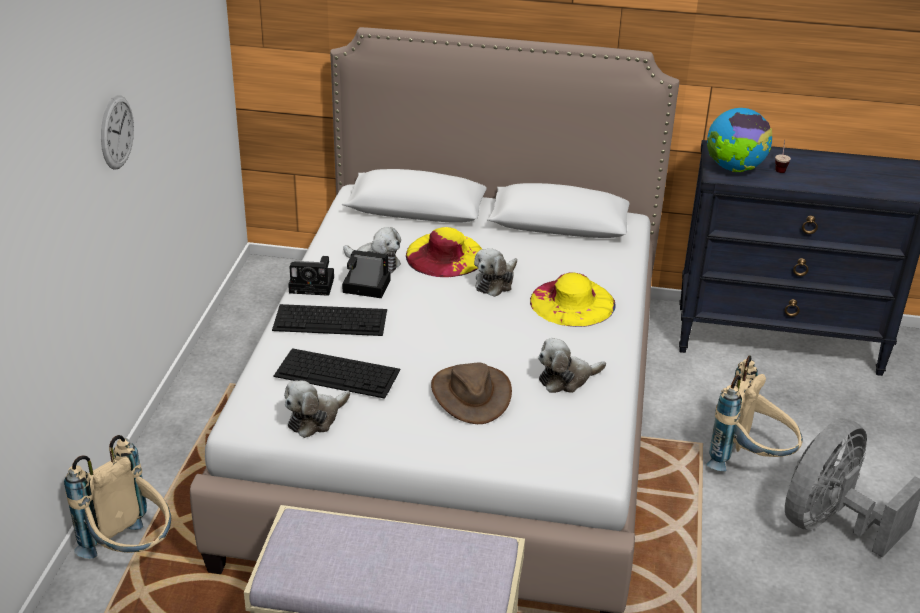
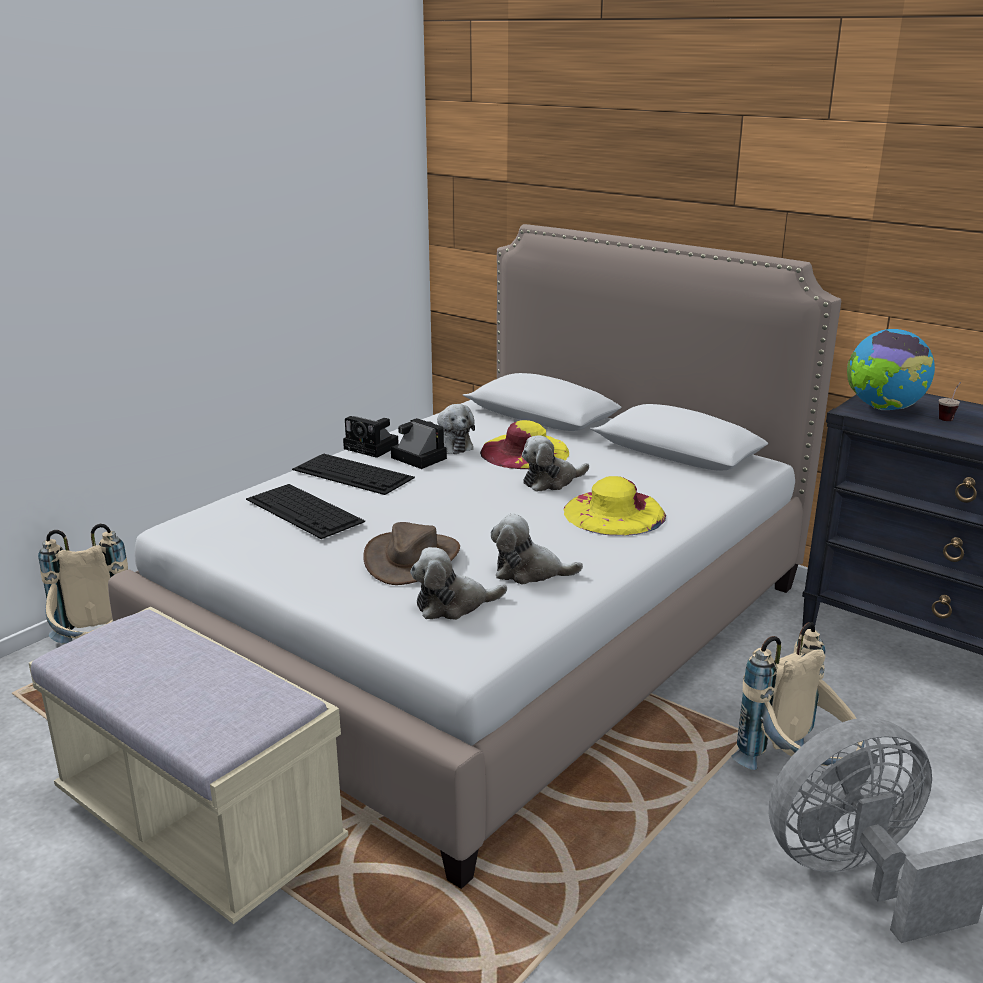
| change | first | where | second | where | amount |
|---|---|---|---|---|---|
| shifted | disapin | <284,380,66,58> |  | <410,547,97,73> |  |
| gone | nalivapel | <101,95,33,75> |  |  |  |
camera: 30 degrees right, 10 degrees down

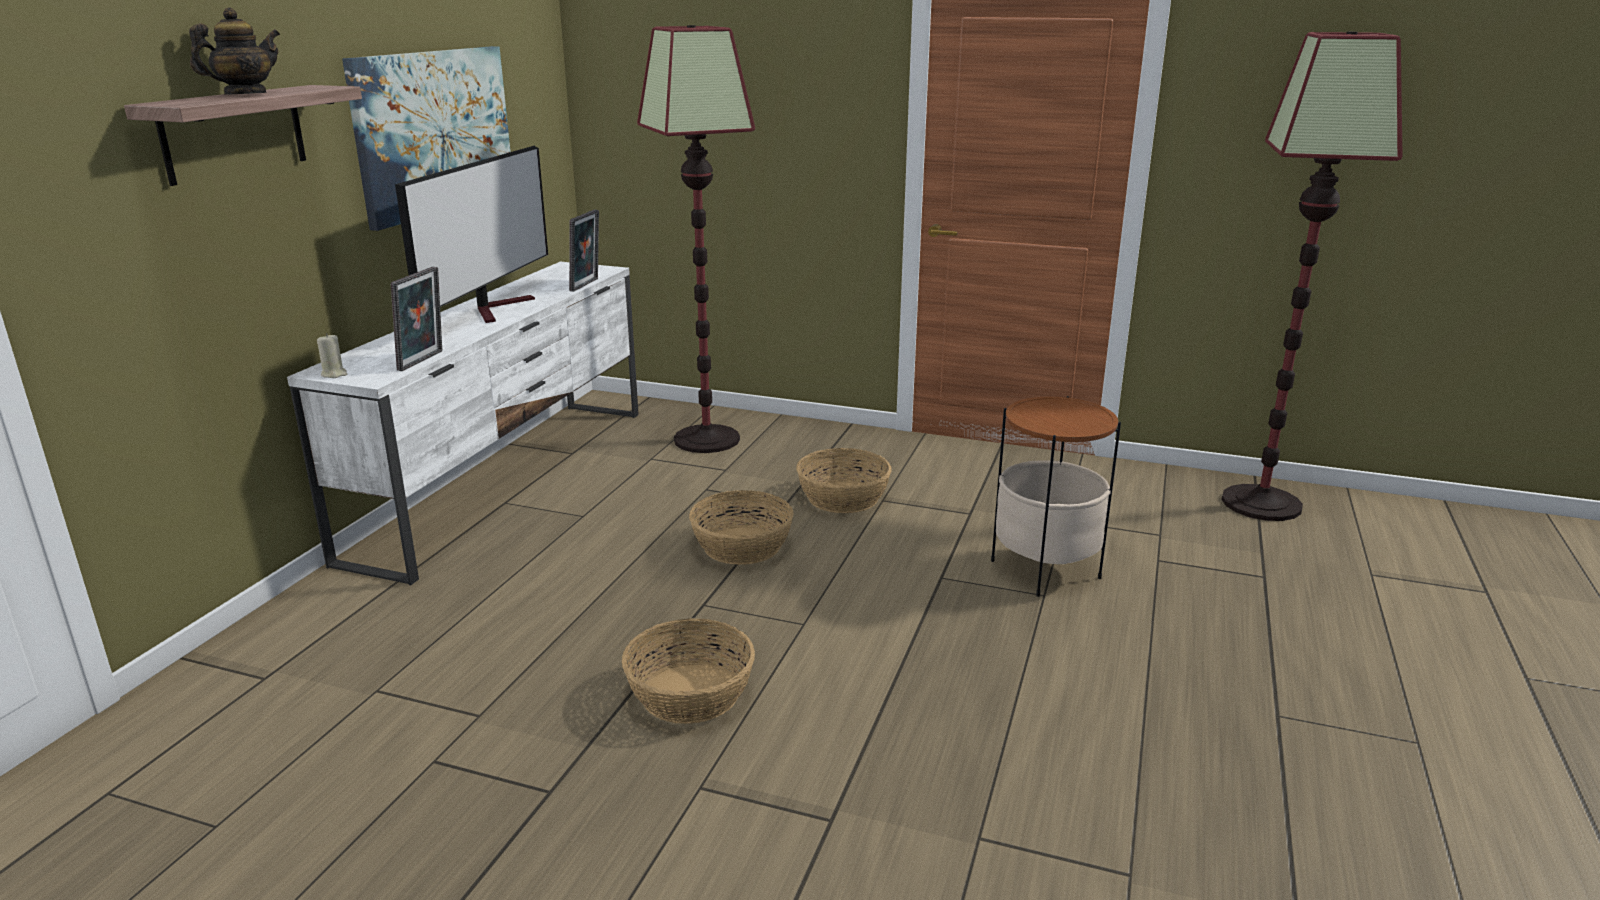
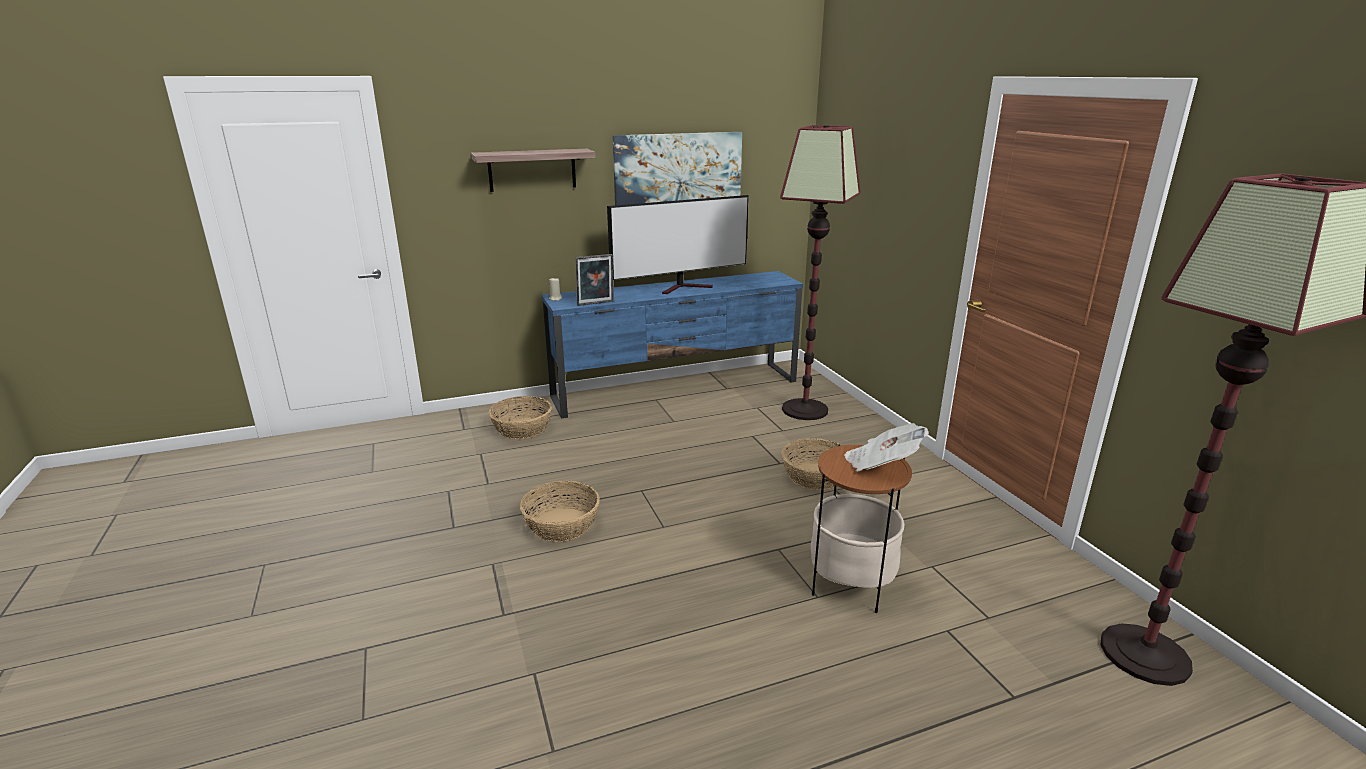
| change | first | where | second | where | amount |
|---|---|---|---|---|---|
| shifted | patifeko | <689,490,105,75> |  | <489,396,63,43> |  |
| repainted | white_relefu | <287,262,352,323> | blue_relefu | <542,271,261,148> |  |
| new |  |  | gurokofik | <844,423,85,49> |  |
| gone | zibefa | <189,7,91,88> |  |  |  |
| gone | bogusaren | <569,210,30,82> |  |  |  |
camera: 50 degrees right, 0 degrees up

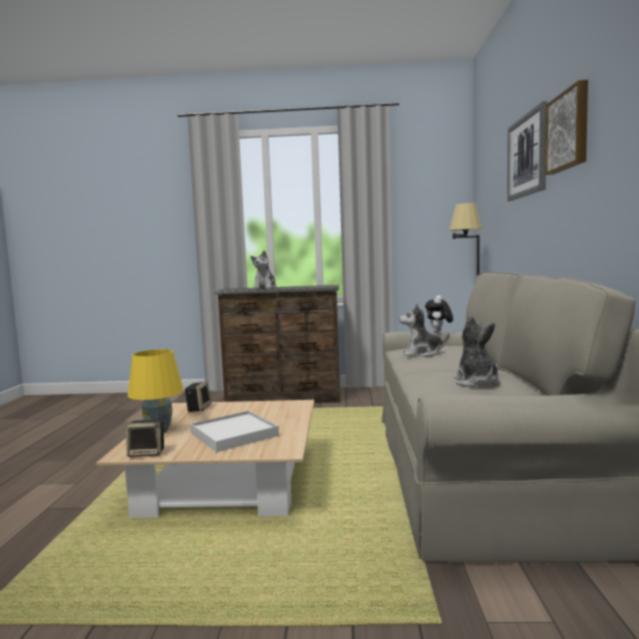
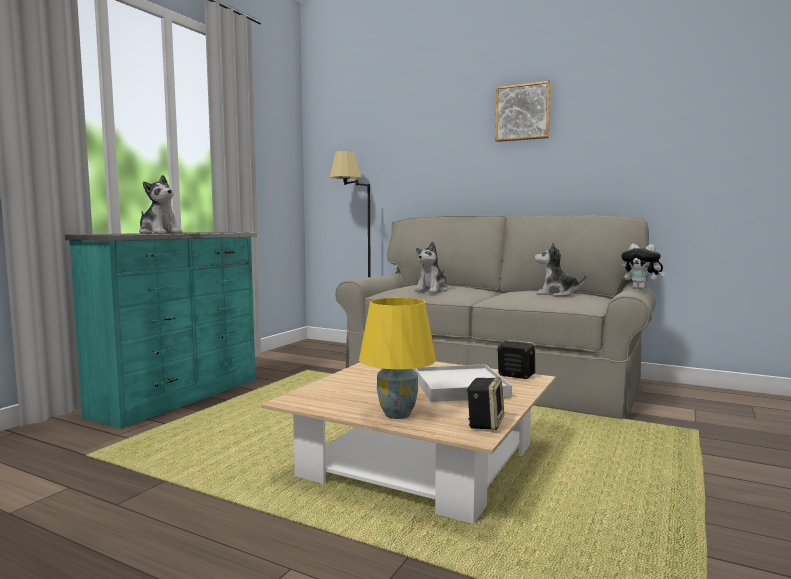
| change | first | where | second | where | amount |
|---|---|---|---|---|---|
| repainted | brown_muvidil | <214,285,126,118> | turquoise_muvidil | <65,232,192,197> |  |
| shifted | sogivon | <184,381,27,31> |  | <497,340,39,39> |  |
| shifted | disapin | <425,295,28,38> |  | <621,244,44,45> |  |
| gone | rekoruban | <507,101,40,100> |  |  |  |
camera: 65 degrees left, 0 degrees up

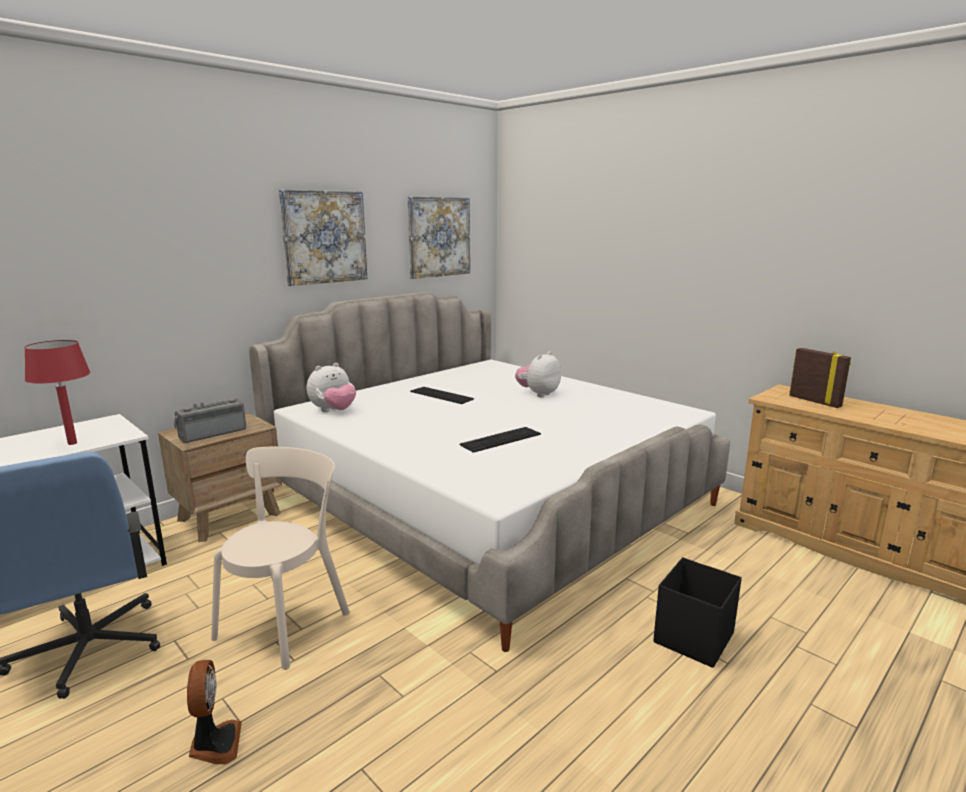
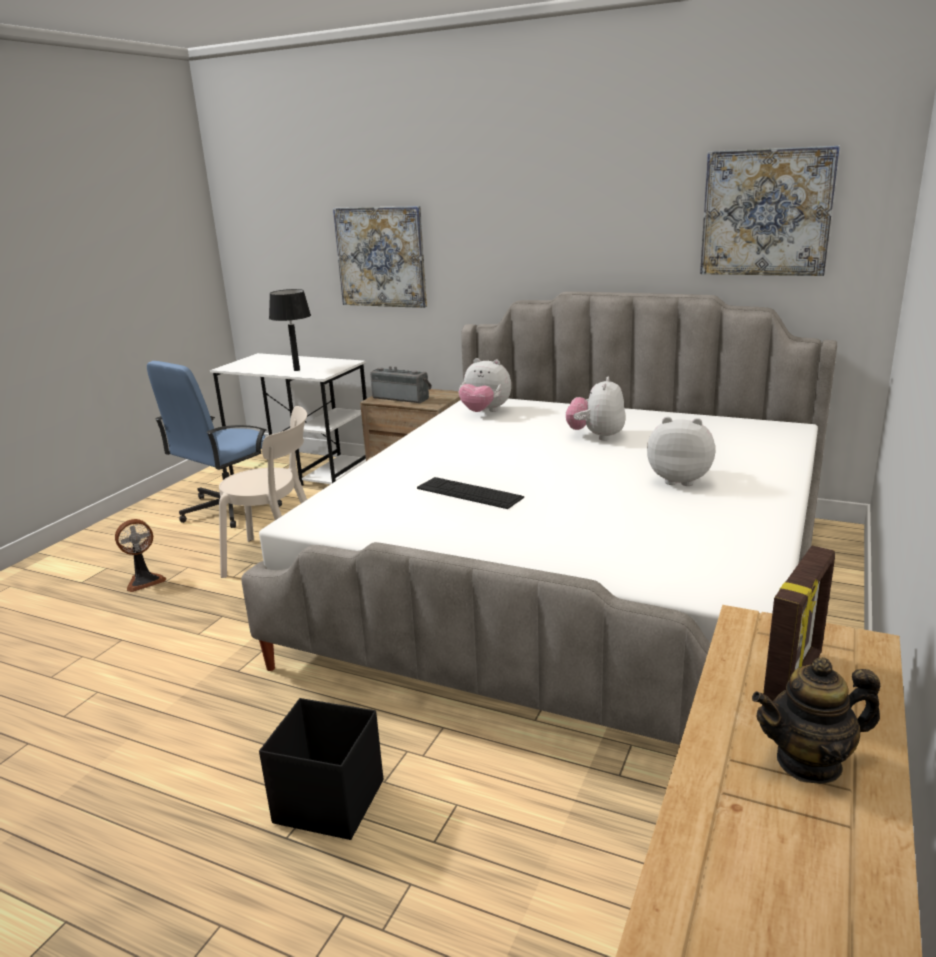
| change | first | where | second | where | amount |
|---|---|---|---|---|---|
| repainted | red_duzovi | <24,340,67,105> | black_duzovi | <269,289,42,82> |  |
| shifted | rekoruban | <279,190,88,96> |  | <333,206,94,102> |  |
| swapped | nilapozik | <410,387,64,17> | disapin | <566,377,60,64> |  |
| new |  |  | zibefa | <752,657,128,127> |  |
camera: 70 degrees right, 5 degrees up

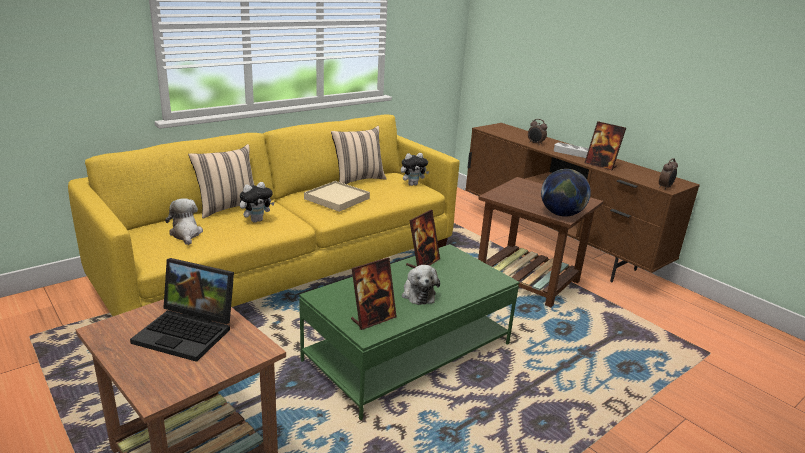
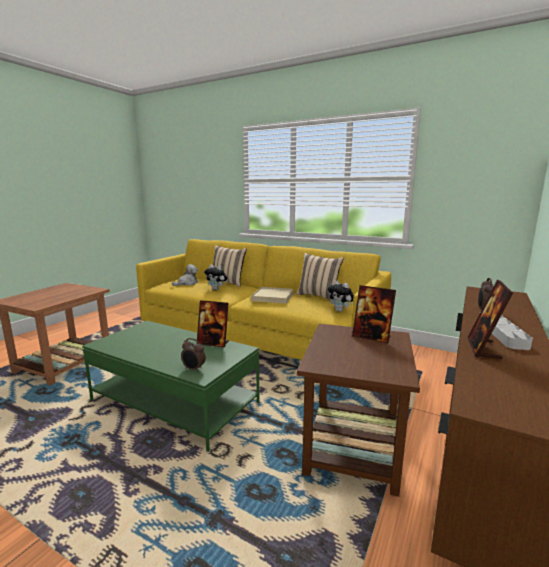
| change | first | where | second | where | amount |
|---|---|---|---|---|---|
| shifted | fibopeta | <659,158,19,32> |  | <181,338,25,34> |  |
| shifted | bogusaren | <351,257,46,73> |  | <352,285,44,59> |  |
| gone | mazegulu | <130,258,104,104> |  |  |  |
| gone | disapin | <402,265,38,40> |  |  |  |
| gone | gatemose | <541,169,50,48> |  |  |  |
camera: 70 degrees right, 10 degrees down

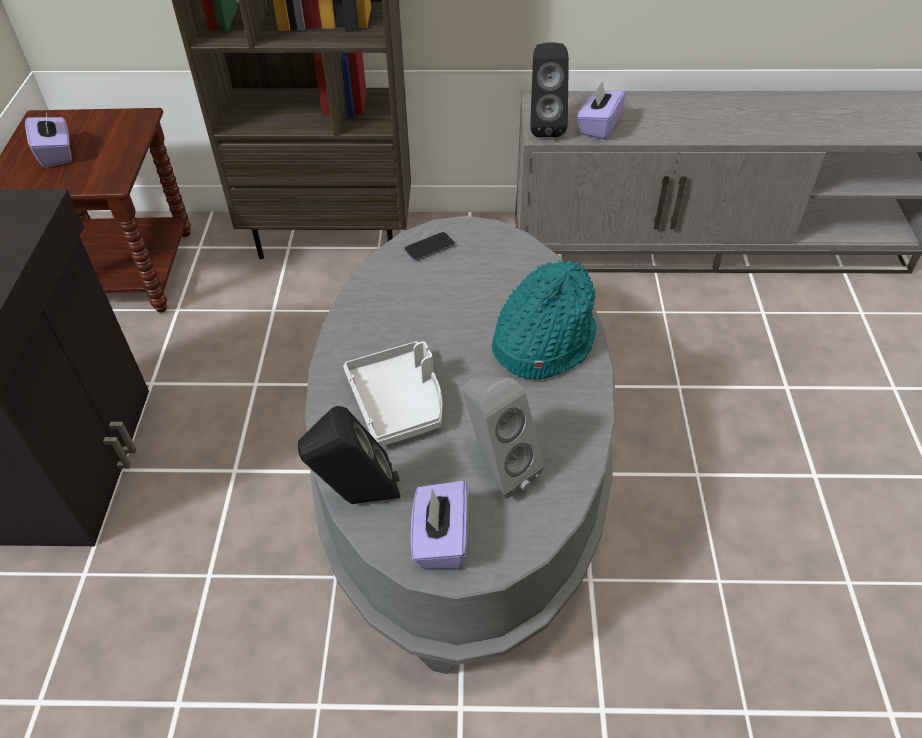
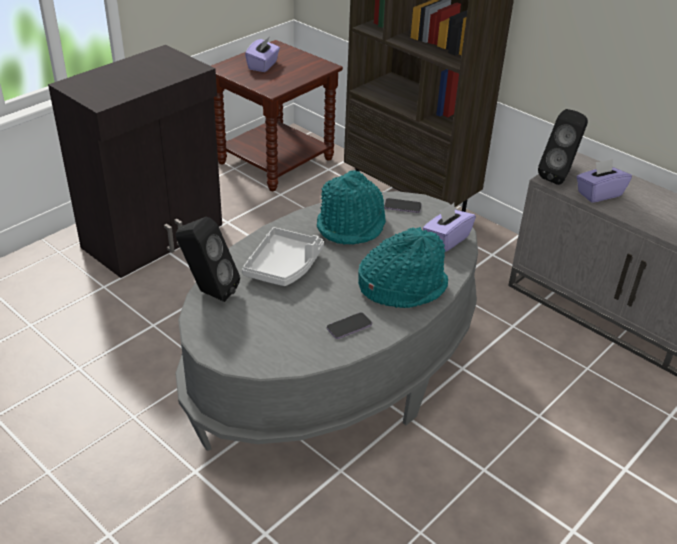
| change | first | where | second | where | amount |
|---|---|---|---|---|---|
| new |  |  | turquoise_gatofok | <317,170,69,74> |  |
| new |  |  | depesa | <327,312,45,27> |  |
| shifted | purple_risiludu | <411,481,57,88> |  | <423,203,53,49> |  |
| gone | grey_sogivon | <463,376,81,122> |  |  |  |
camera: 40 degrees right, 10 degrees down

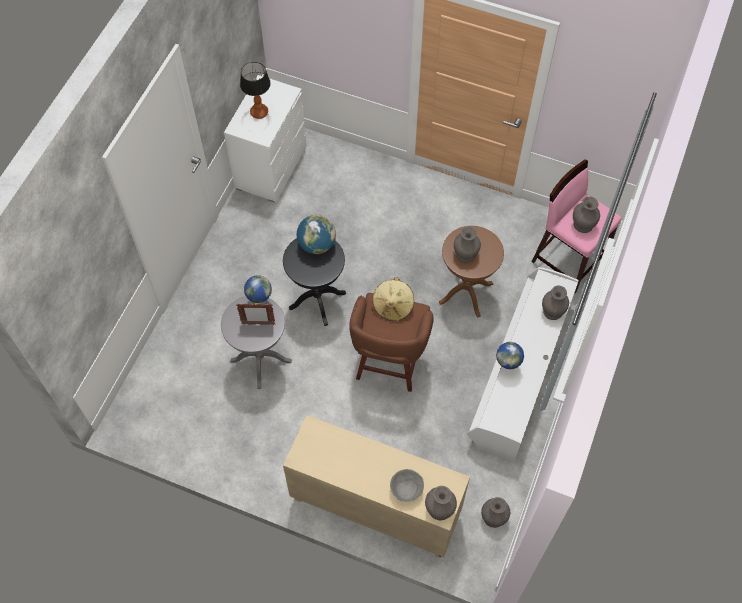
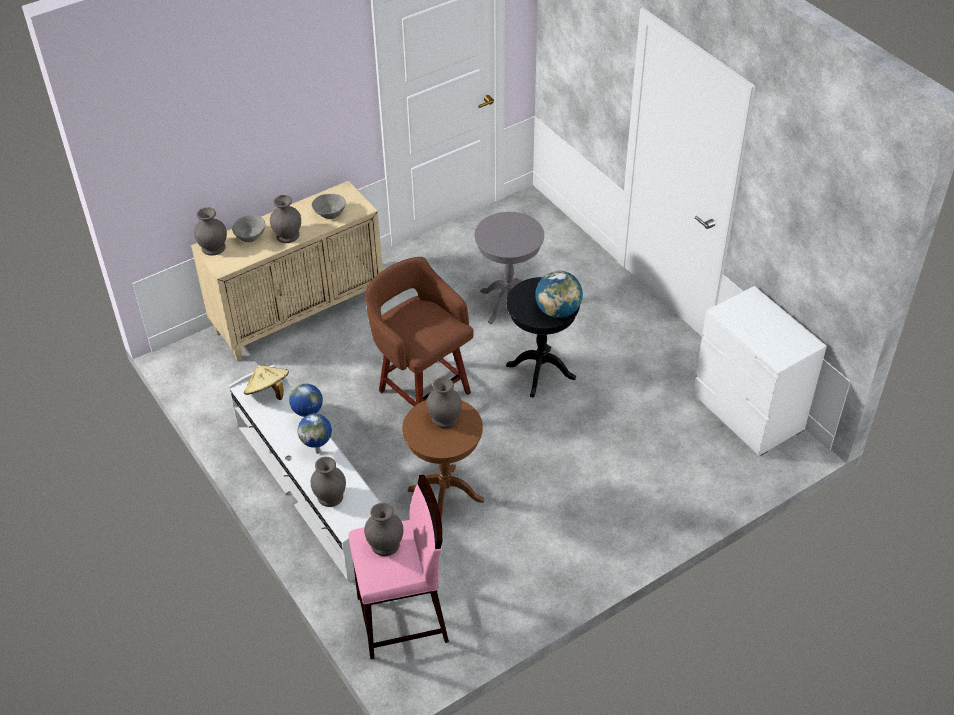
| change | first | where | second | where | amount |
|---|---|---|---|---|---|
| shifted | beige_gatofok | <372,277,42,44> |  | <244,365,45,35> |  |
| shifted | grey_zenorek | <481,497,29,31> |  | <270,195,31,48> |  |
| shifted | gatemose | <244,275,28,29> |  | <297,414,35,40> |  |
| new |  |  | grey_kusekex | <312,194,34,25> |  |
| gone | bogusaren | <236,303,40,22> |  |  |  |
| gone | duzovi | <240,62,31,57> |  |  |  |
camera: 125 degrees right, 15 degrees down

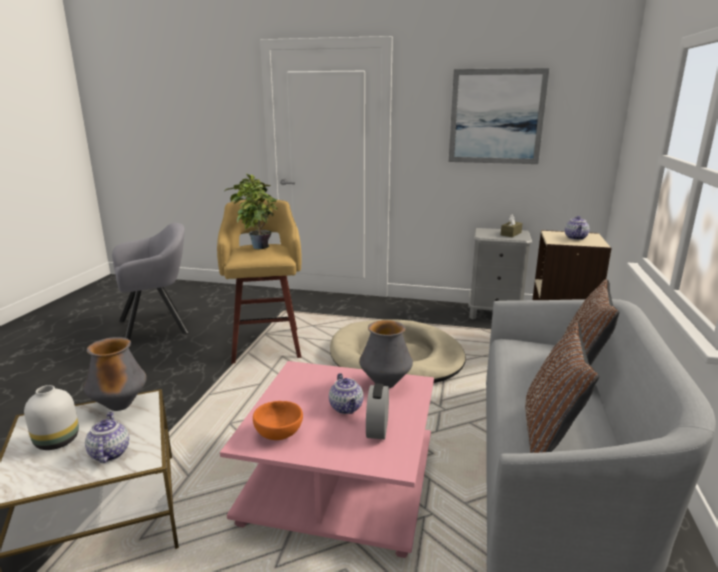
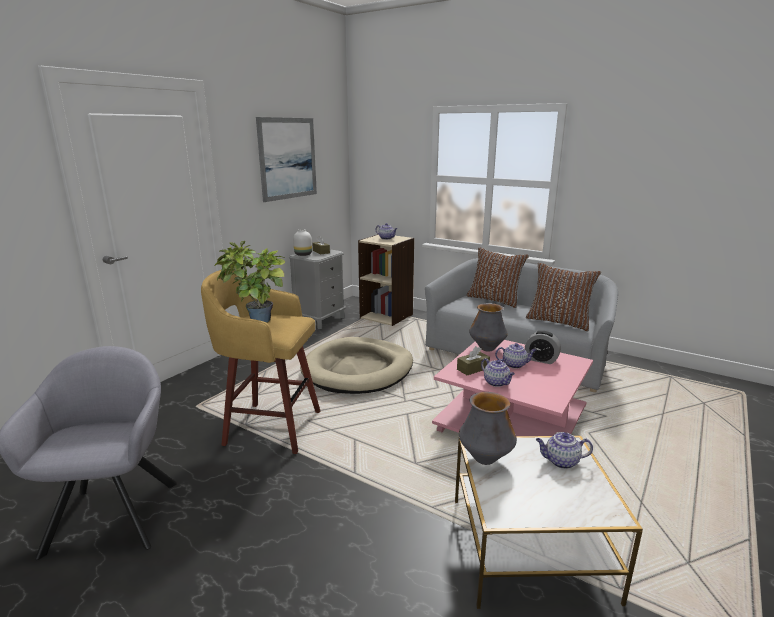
| change | first | where | second | where | amount |
|---|---|---|---|---|---|
| shifted | white_zenorek | <24,385,55,65> |  | <293,229,19,27> |  |
| new |  |  | brown_risiludu | <457,346,33,29> |  |
| new |  |  | zibefa | <481,358,34,29> |  |
| gone | orange_kusekex | <253,401,50,39> |  |  |  |
camera: 70 degrees left, 0 degrees up

